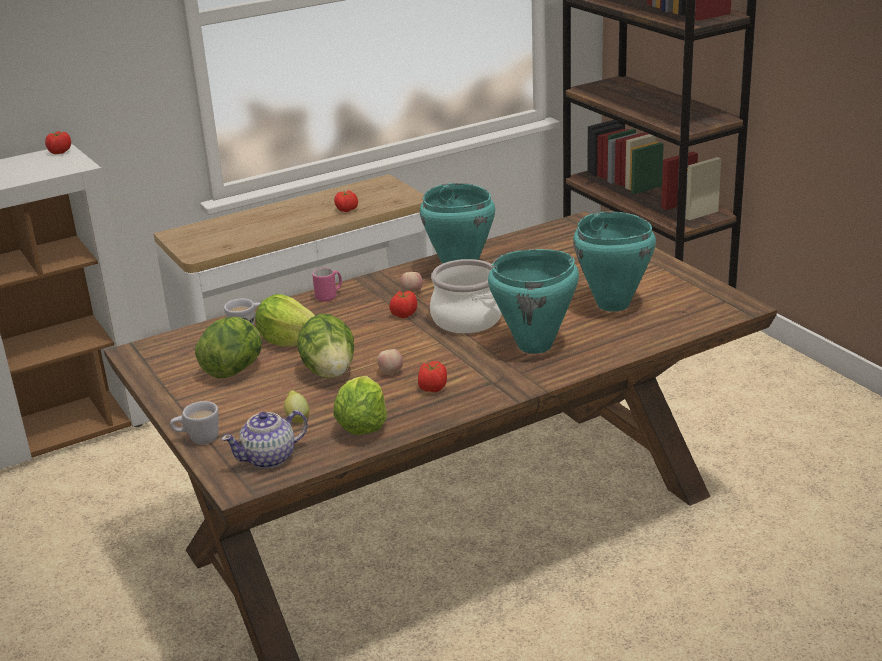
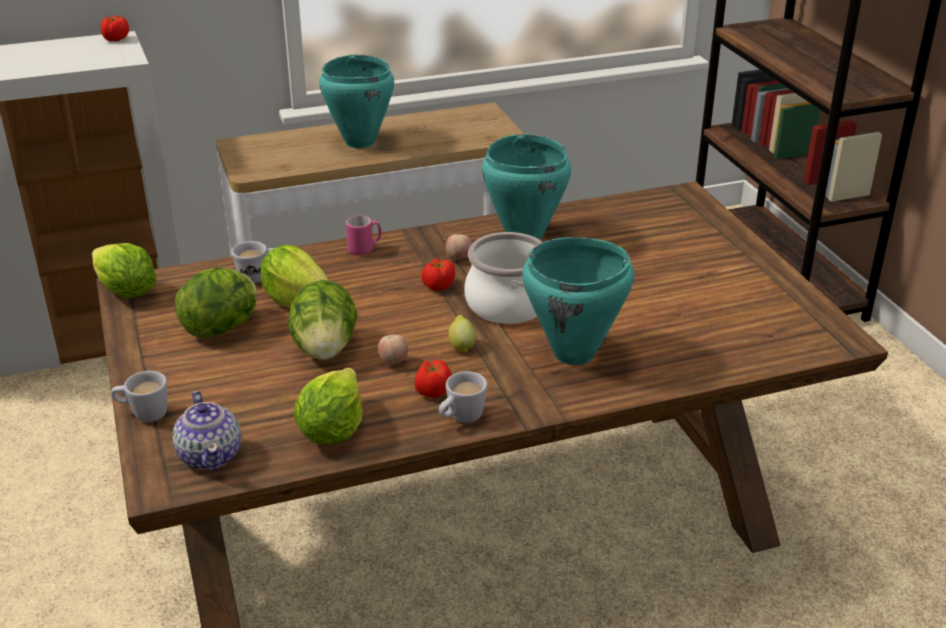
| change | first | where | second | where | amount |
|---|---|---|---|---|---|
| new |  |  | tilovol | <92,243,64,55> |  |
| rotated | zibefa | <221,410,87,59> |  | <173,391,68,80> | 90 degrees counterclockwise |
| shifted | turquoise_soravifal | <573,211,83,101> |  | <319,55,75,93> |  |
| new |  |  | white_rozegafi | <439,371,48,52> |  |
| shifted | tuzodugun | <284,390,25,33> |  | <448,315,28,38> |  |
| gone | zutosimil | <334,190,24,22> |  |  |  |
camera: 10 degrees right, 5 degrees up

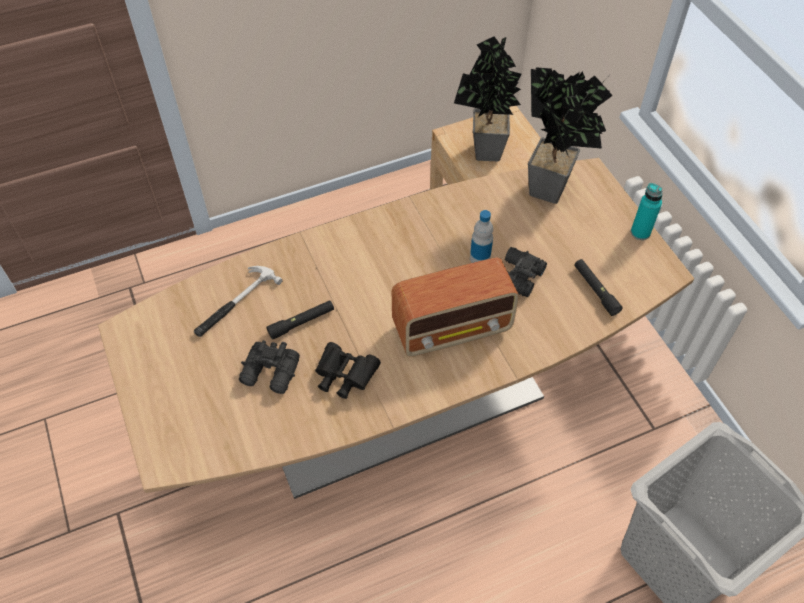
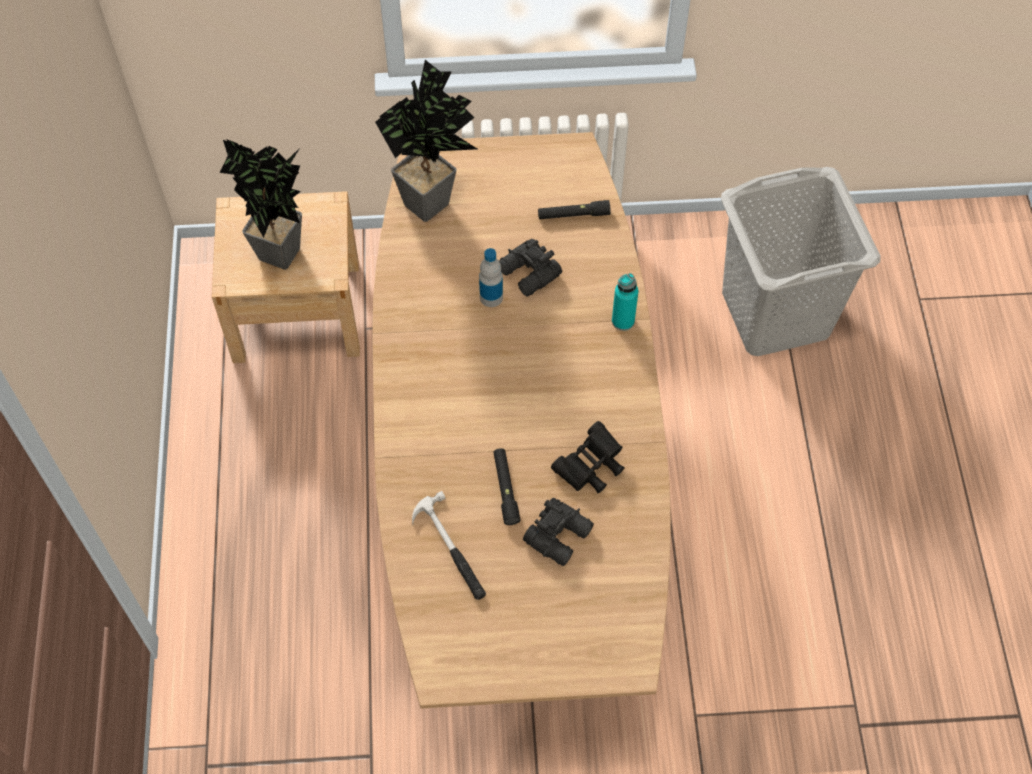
| change | first | where | second | where | amount |
|---|---|---|---|---|---|
| shifted | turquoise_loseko | <631,183,32,57> |  | <612,273,26,58> |  |
| gone | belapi | <392,257,127,100> |  |  |  |
camera: 70 degrees left, 5 degrees up

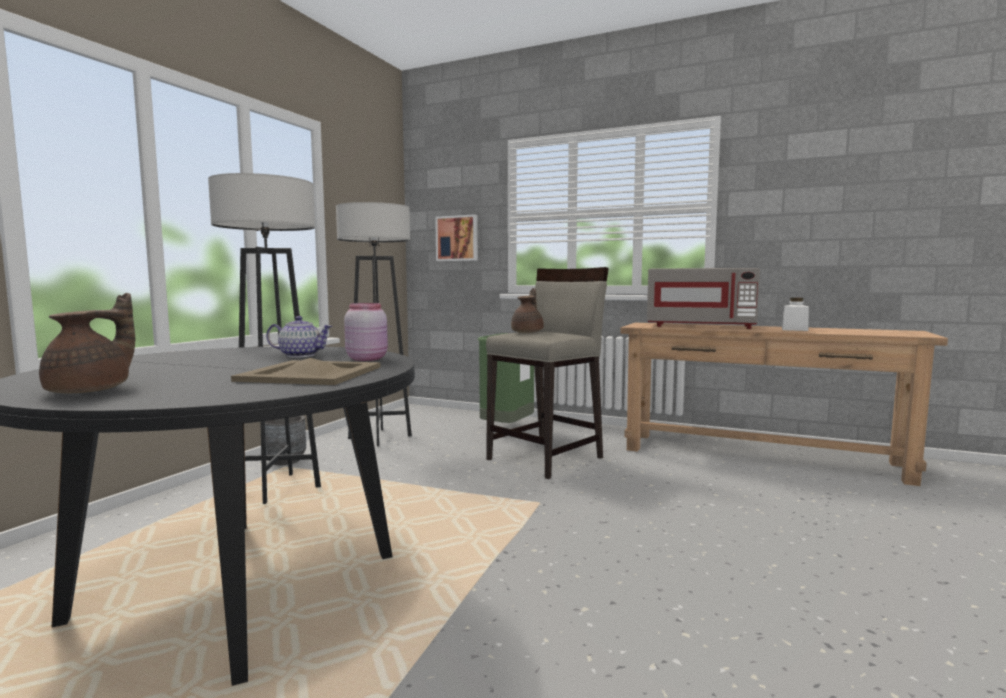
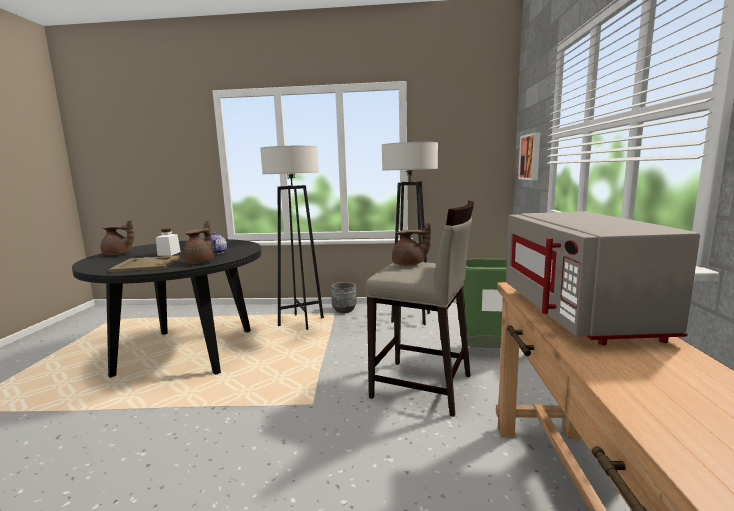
| change | first | where | second | where | amount |
|---|---|---|---|---|---|
| shifted | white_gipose | <782,298,27,33> |  | <156,228,25,28> |  |
| swapped | pink_gipose | <344,303,44,58> | brown_zibefa | <182,221,32,43> |  |
camera: 70 degrees right, 5 degrees up

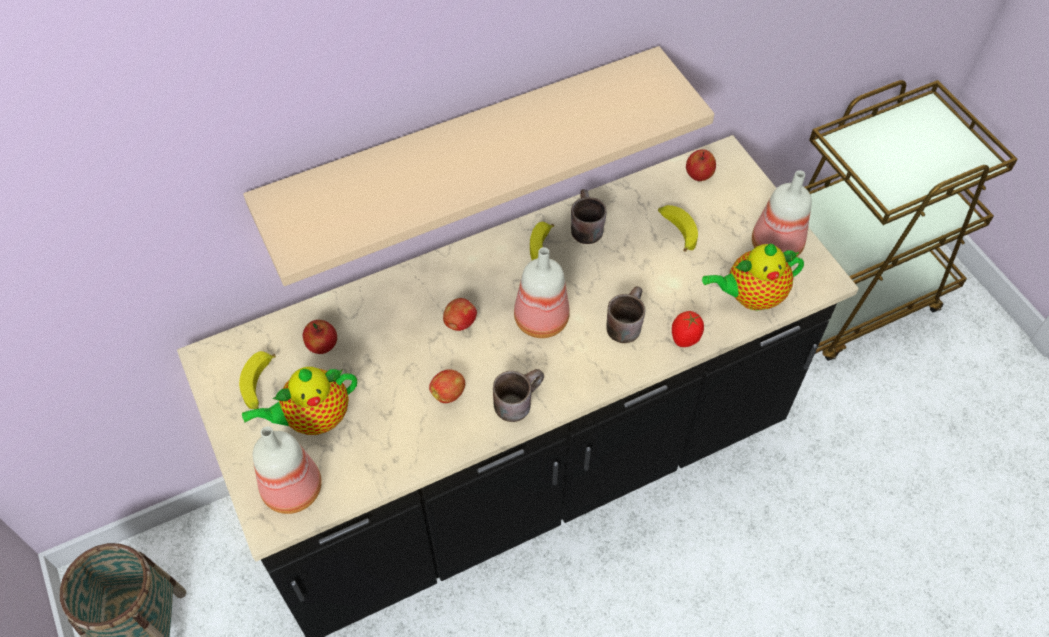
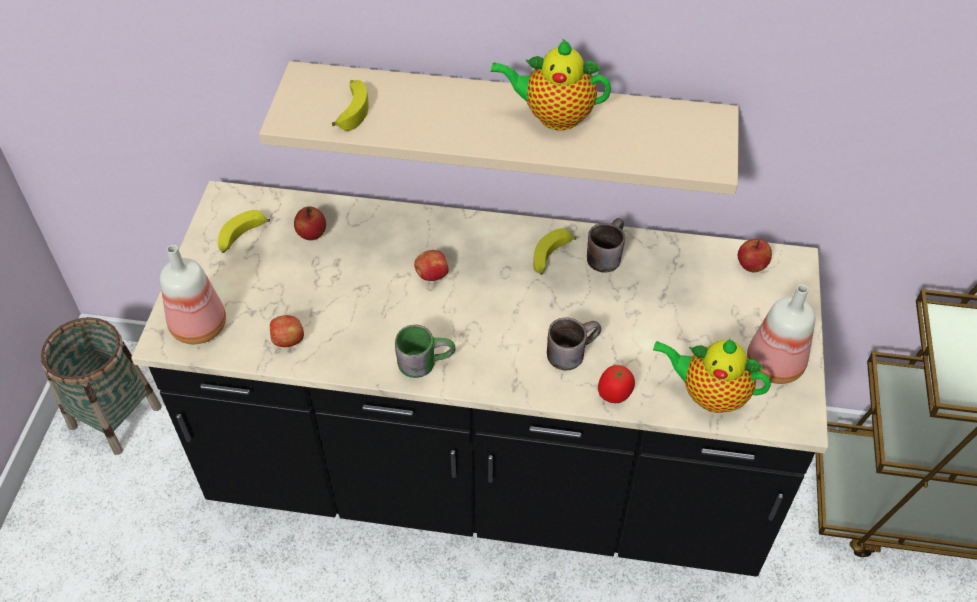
| change | first | where | second | where | amount |
|---|---|---|---|---|---|
| shifted | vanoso | <429,369,36,34> |  | <270,315,34,32> |  |
| shifted | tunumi | <658,205,40,47> |  | <332,80,37,51> |  |
| repainted | brown_rozegafi | <493,369,51,53> | green_rozegafi | <395,325,60,53> |  |
| shifted | zibefa | <242,367,115,68> |  | <491,38,120,92> |  |
| gone | loseko | <514,247,56,91> |  |  |  |
camera: 35 degrees right, 5 degrees down

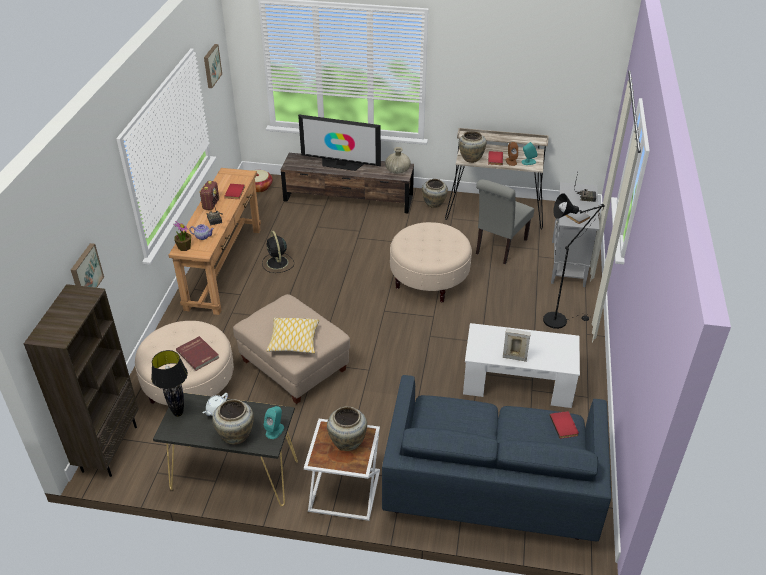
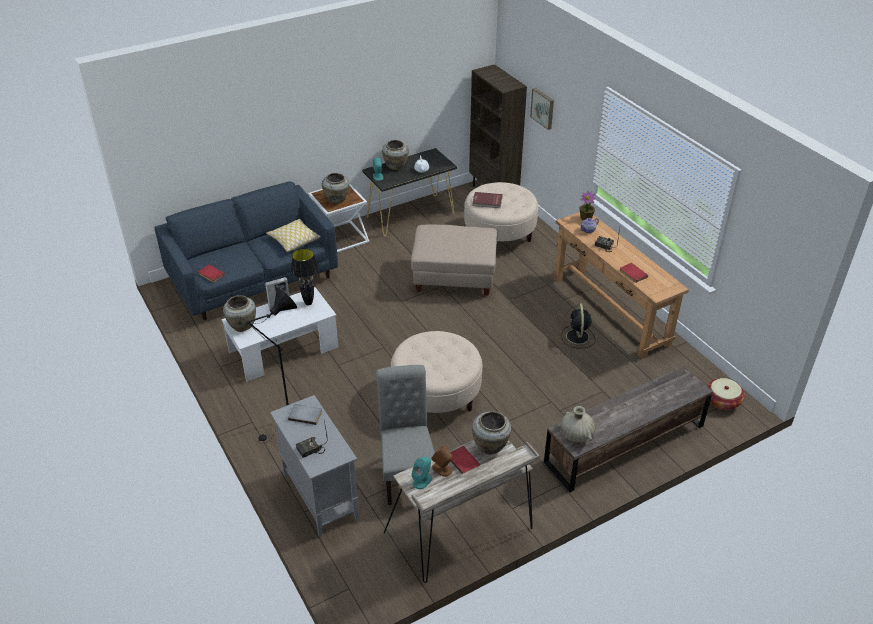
| change | first | where | second | where | amount |
|---|---|---|---|---|---|
| shifted | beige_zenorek | <422,179,26,29> |  | <223,295,33,37> |  |
| shifted | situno | <267,318,52,36> |  | <266,219,55,33> |  |
| shifted | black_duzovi | <151,350,37,67> |  | <291,249,28,56> |  |
| rotated | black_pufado | <262,230,32,43> |  | <561,303,34,45> | 120 degrees counterclockwise |
| gone | belapi | <199,181,20,29> |  |  |  |
| gone | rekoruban | <204,44,18,44> |  |  |  |
| gone | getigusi | <298,115,83,56> |  |  |  |
camera: 140 degrees right, 0 degrees up

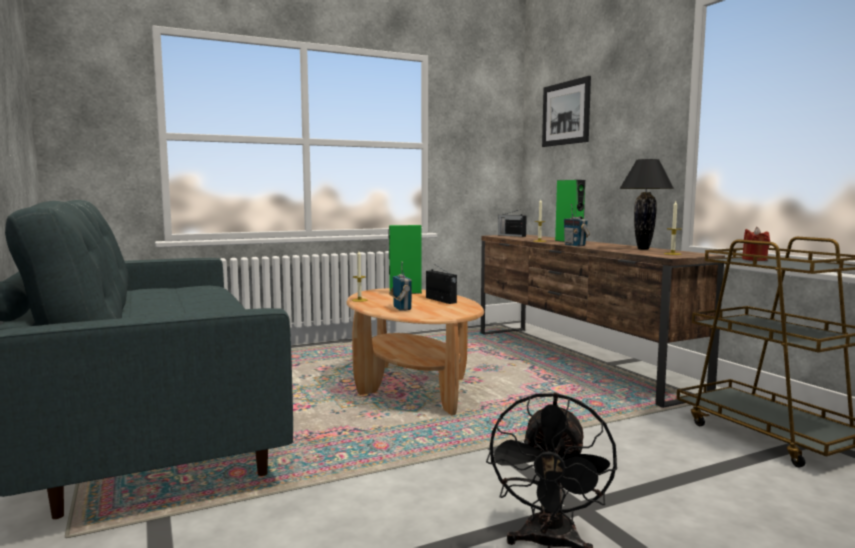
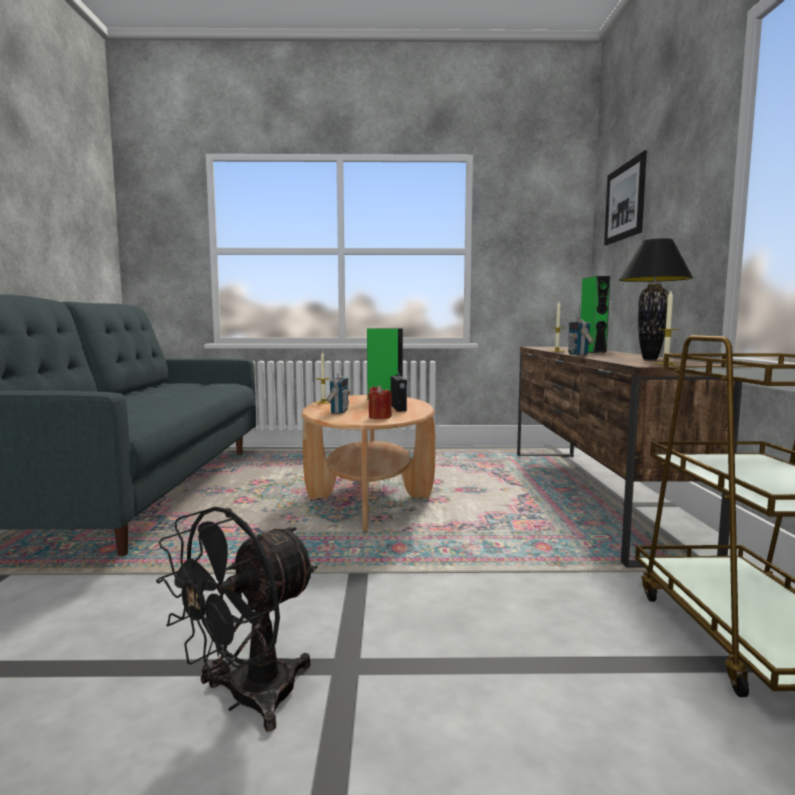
| change | first | where | second | where | amount |
|---|---|---|---|---|---|
| shifted | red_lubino | <742,227,28,34> |  | <368,385,24,34> |  |
| gone | belapi | <498,209,29,28> |  |  |  |
camera: 25 degrees right, 0 degrees up

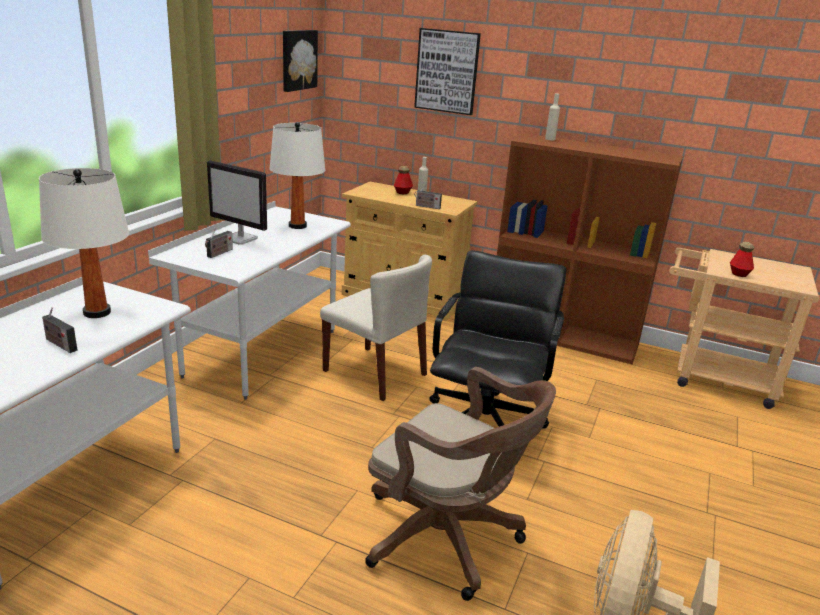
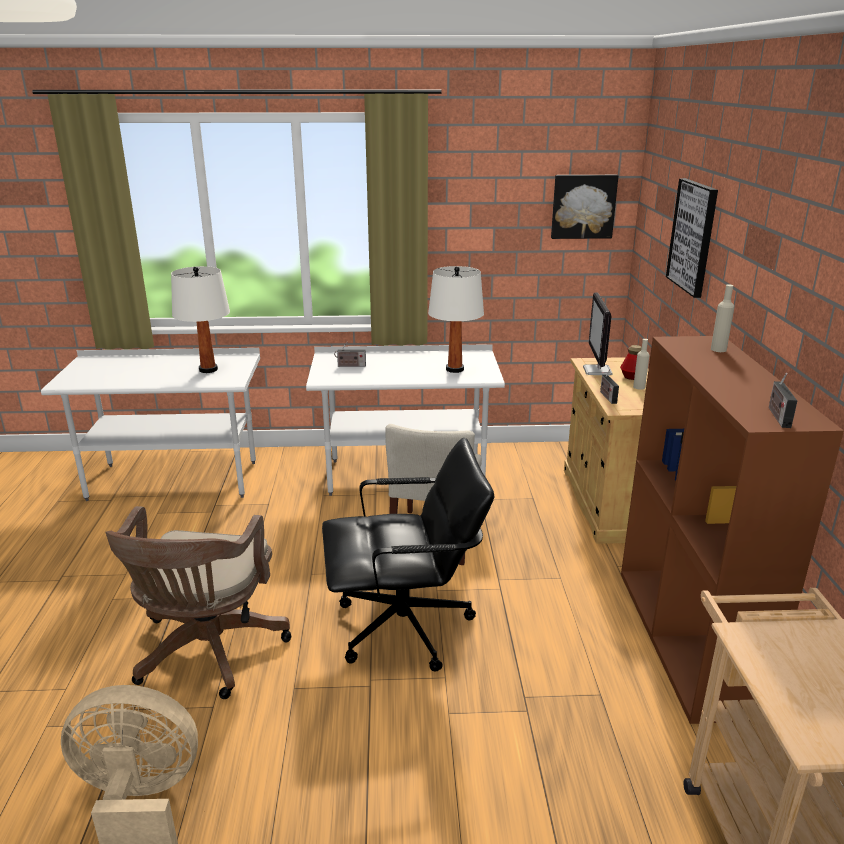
| change | first | where | second | where | amount |
|---|---|---|---|---|---|
| shifted | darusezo | <207,160,60,85> |  | <583,292,30,83> |  |
| shifted | belapi | <42,307,35,46> |  | <769,373,28,55> |  |
| gone | loseko | <730,242,25,35> |  |  |  |
camera: 65 degrees right, 0 degrees up

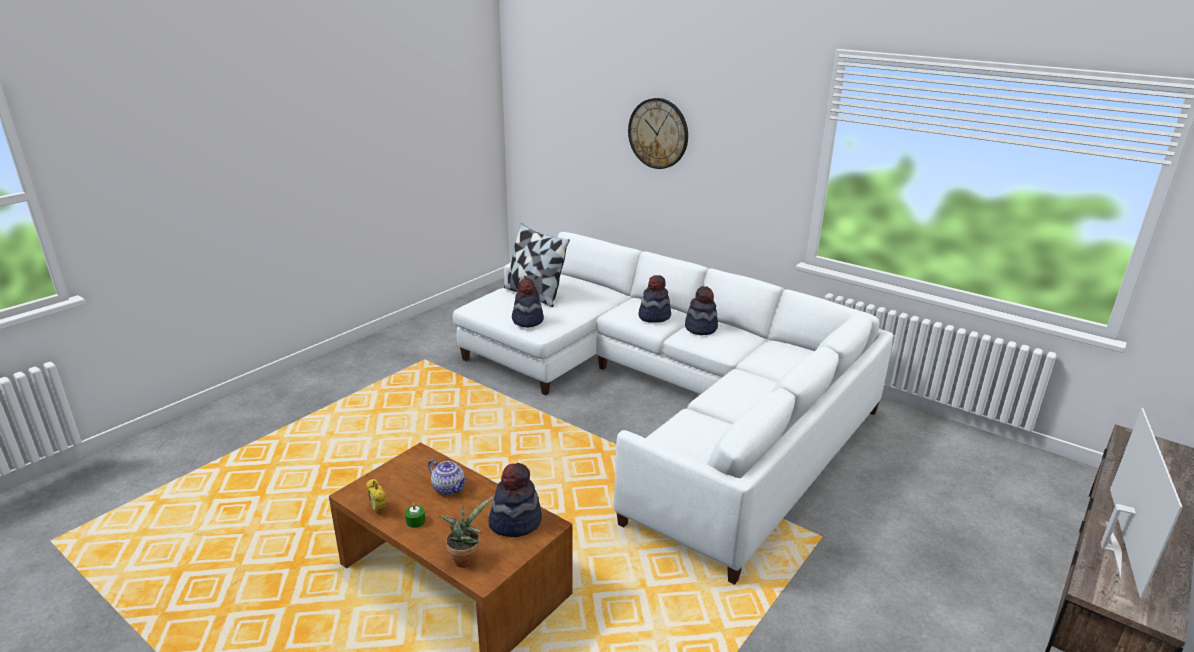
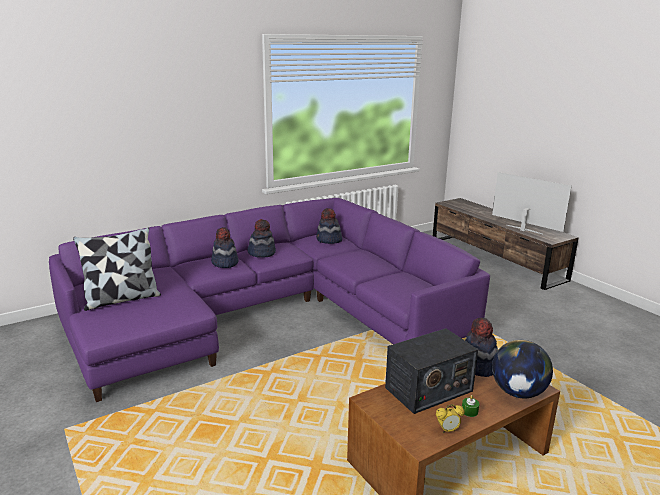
| change | first | where | second | where | amount |
|---|---|---|---|---|---|
| repainted | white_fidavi | <453,232,440,353> | purple_fidavi | <49,198,441,204> |  |
| shifted | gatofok | <512,278,32,50> |  | <316,208,26,36> |  |
| swapped | zibefa | <428,459,39,36> | belapi | <385,328,93,86> |  |
| swapped | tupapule | <439,497,54,71> | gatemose | <492,340,61,58> |  |
| gone | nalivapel | <628,98,60,71> |  |  |  |
camera: 70 degrees left, 5 degrees down

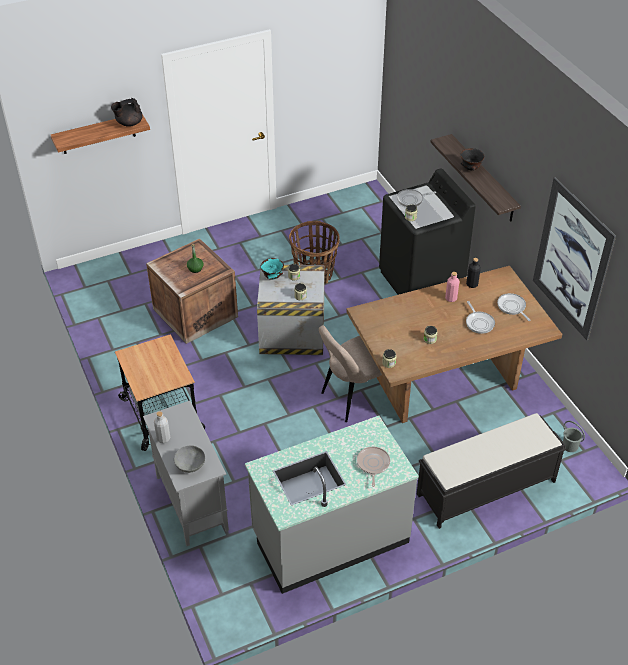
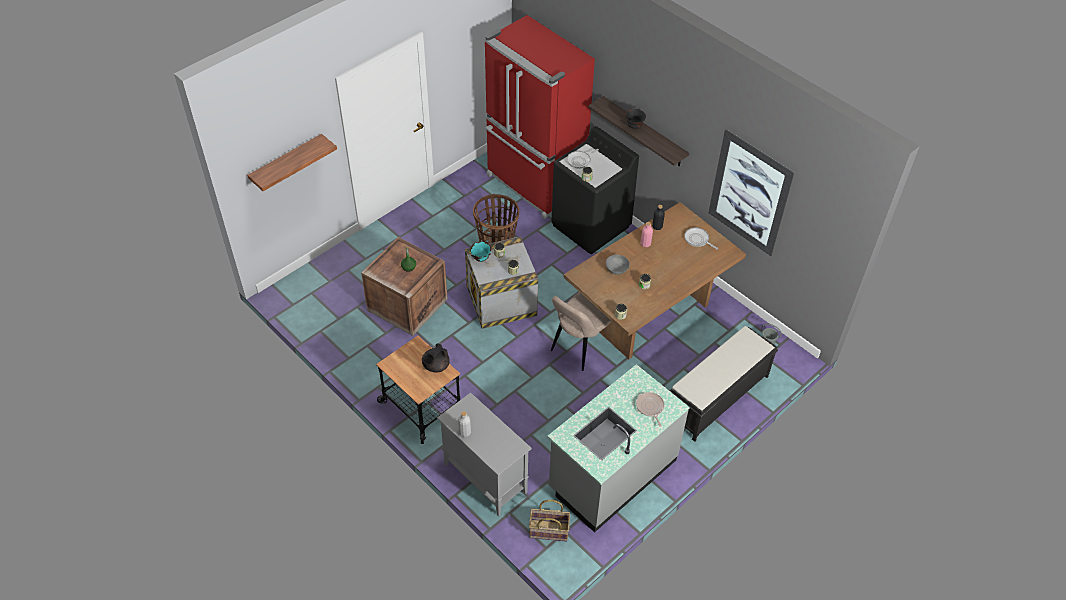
| change | first | where | second | where | amount |
|---|---|---|---|---|---|
| shifted | black_zibefa | <111,98,31,29> |  | <422,344,28,29> |  |
| new |  |  | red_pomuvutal | <484,15,111,204> |  |
| new |  |  | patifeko | <529,500,41,42> |  |
| shifted | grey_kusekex | <174,445,31,28> |  | <606,255,24,20> |  |
| gone | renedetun | <466,301,29,33> |  |  |  |
camera: 20 degrees left, 5 degrees up

